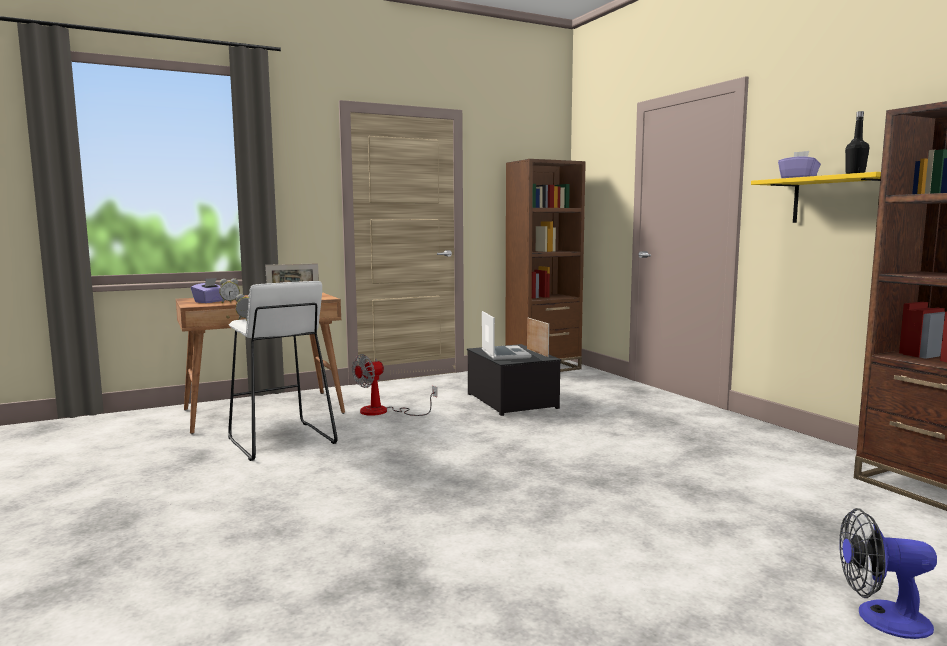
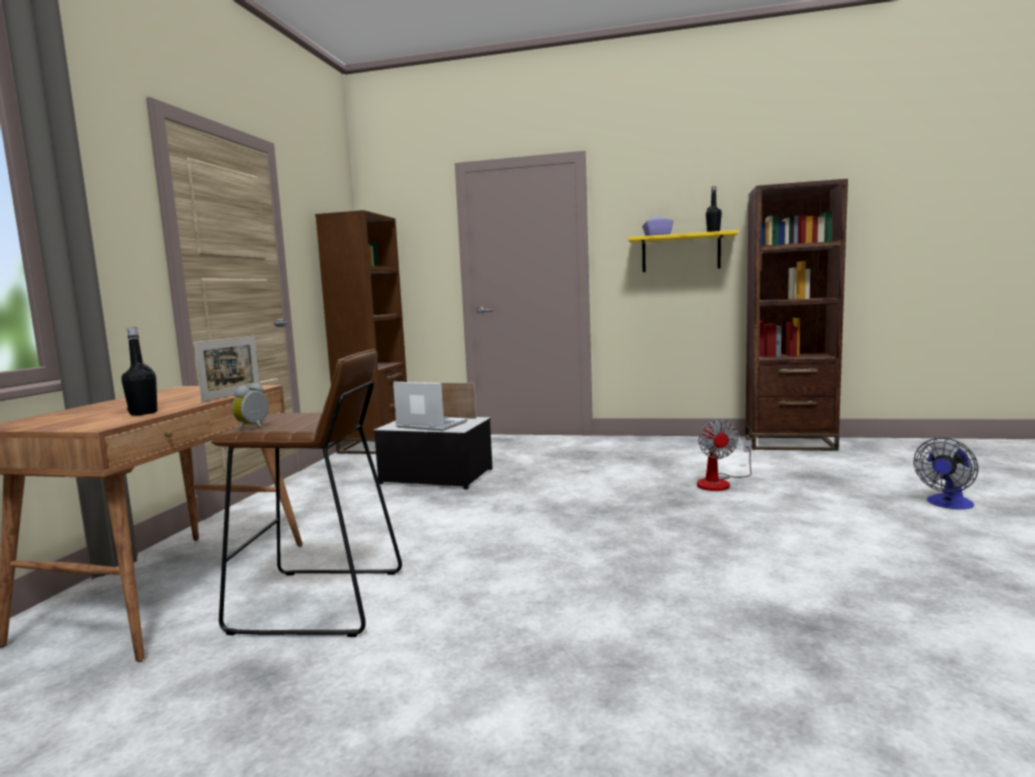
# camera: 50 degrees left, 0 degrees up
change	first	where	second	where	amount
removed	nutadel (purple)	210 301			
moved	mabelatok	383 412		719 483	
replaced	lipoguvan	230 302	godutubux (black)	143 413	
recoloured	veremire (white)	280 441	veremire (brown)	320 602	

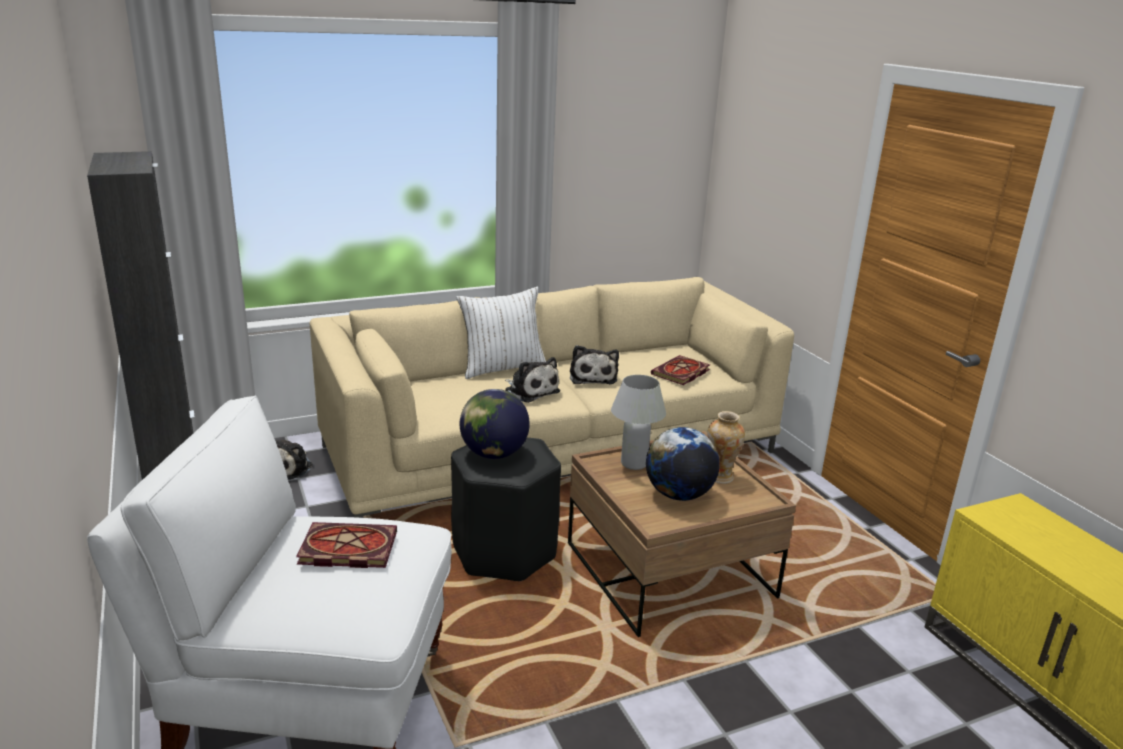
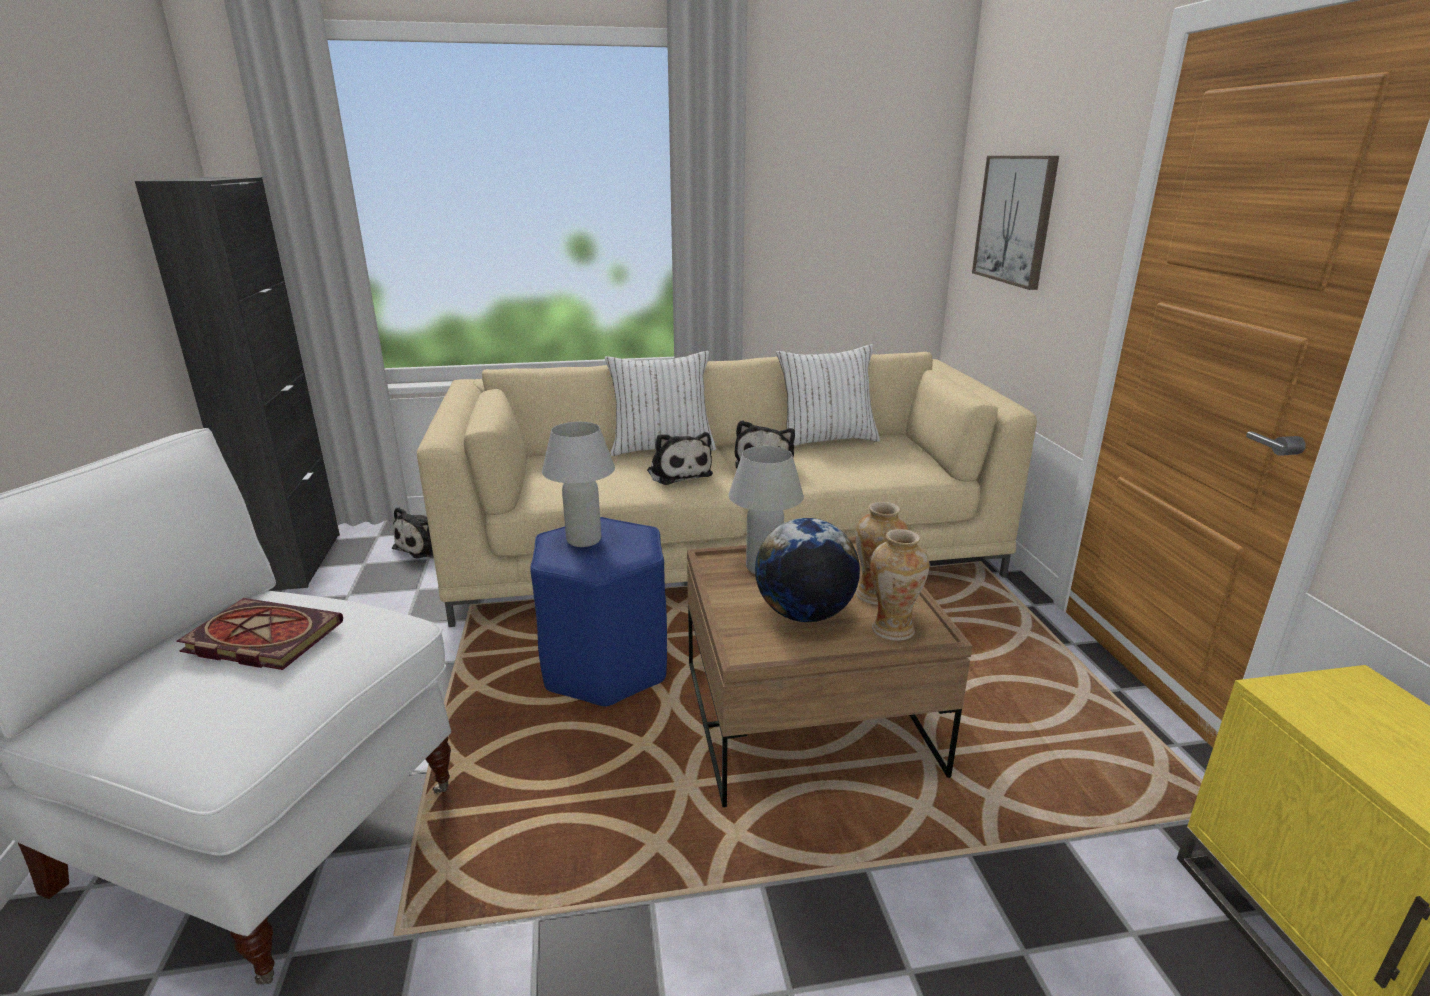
# camera: 15 degrees right, 0 degrees up
change	first	where	second	where	amount
removed	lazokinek	681 373			
added			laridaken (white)	825 440	
added			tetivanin	892 629	
added			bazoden	1015 220	
replaced	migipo	493 454	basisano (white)	584 540	
recoloured	veremire (black)	504 552	veremire (blue)	606 667	

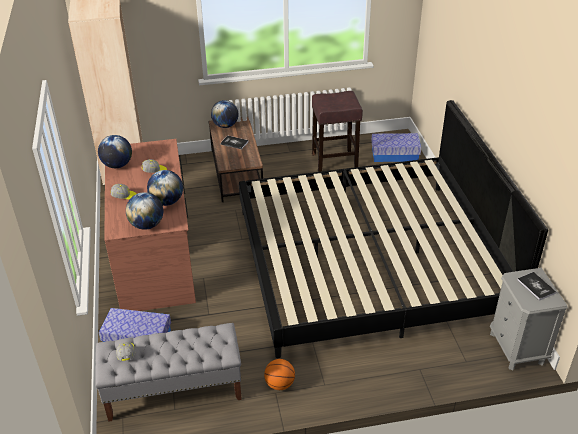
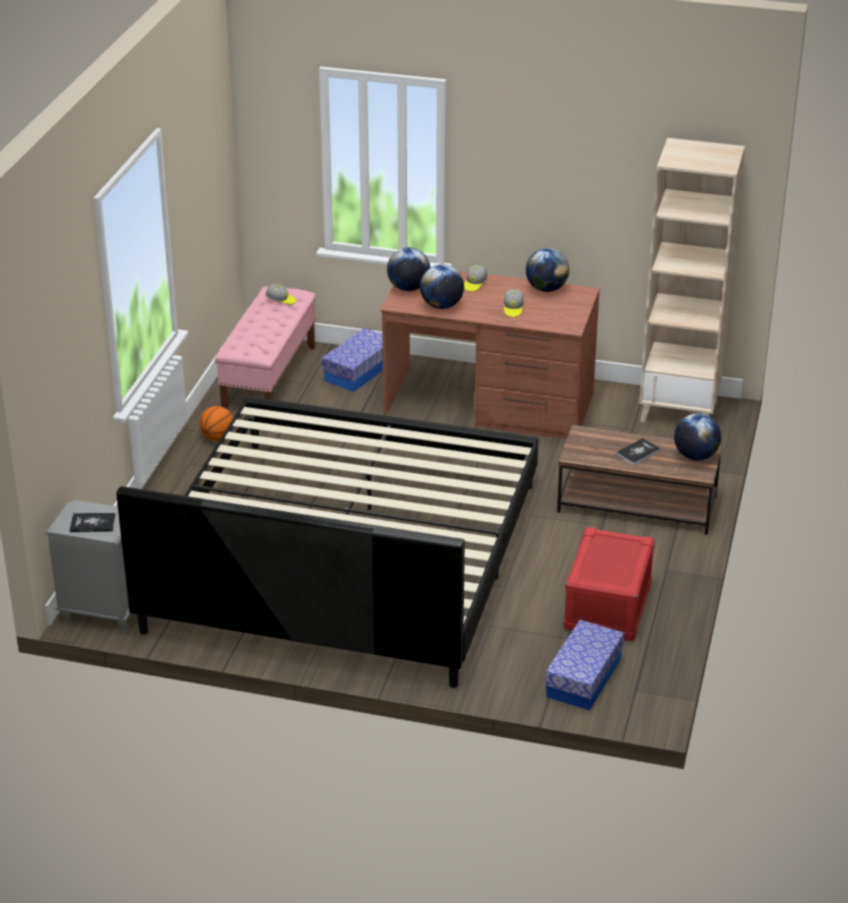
# camera: 115 degrees right, 5 degrees down
change	first	where	second	where	amount
replaced	veremire (brown)	335 160	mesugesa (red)	608 607	
recoloured	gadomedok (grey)	173 391	gadomedok (pink)	269 378	

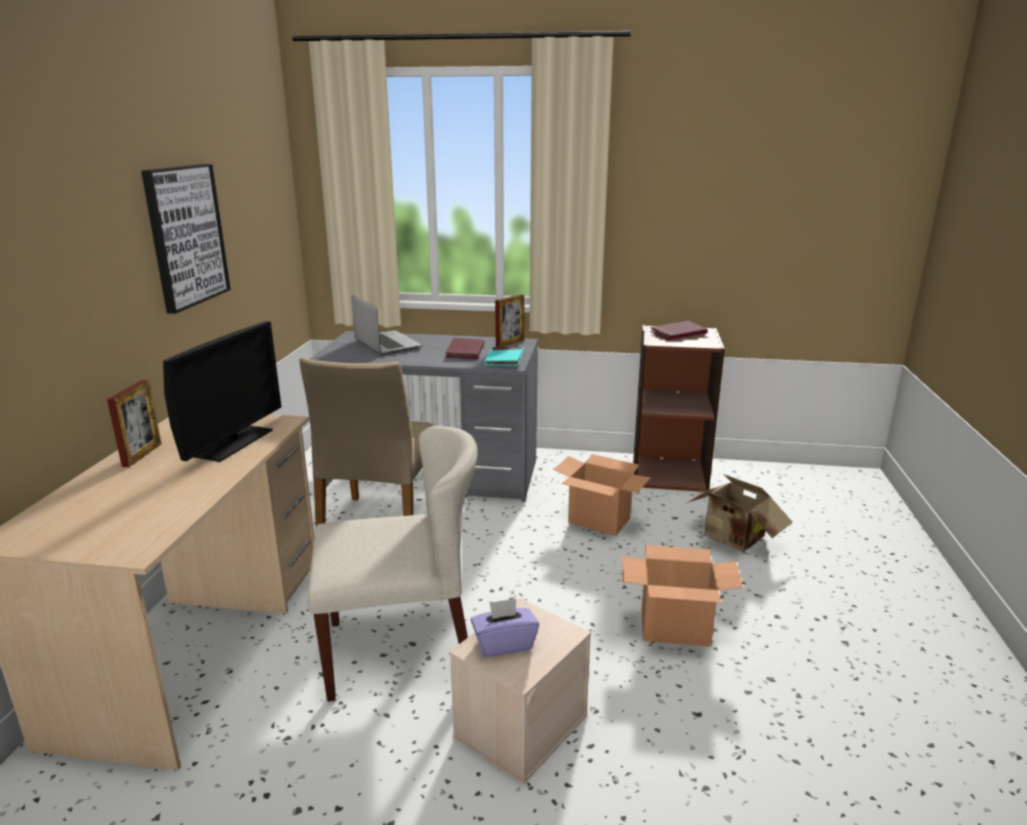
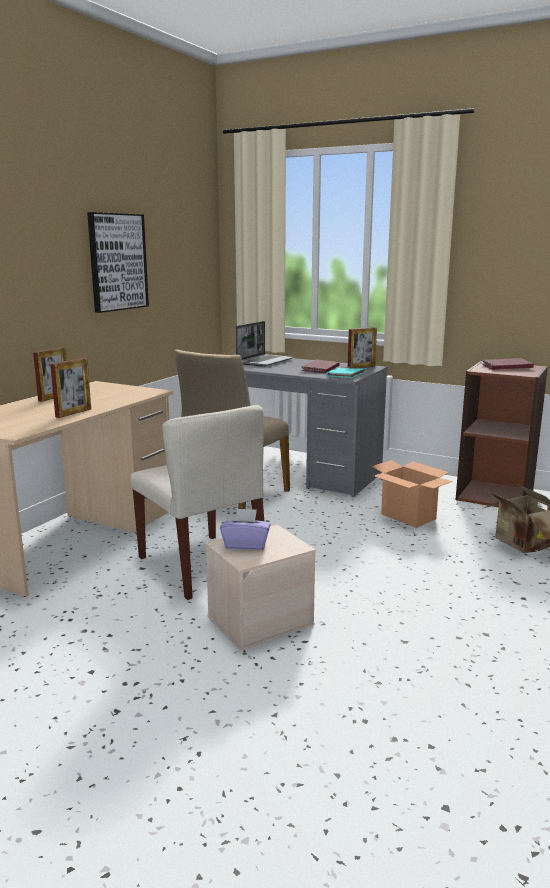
# camera: 20 degrees right, 5 degrees down
change	first	where	second	where	amount
removed	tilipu	232 442			
removed	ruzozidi	674 628			
added			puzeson	73 413	
turned	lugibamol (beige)	401 650		203 565	45 degrees clockwise
turned	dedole	386 344		264 361	45 degrees clockwise

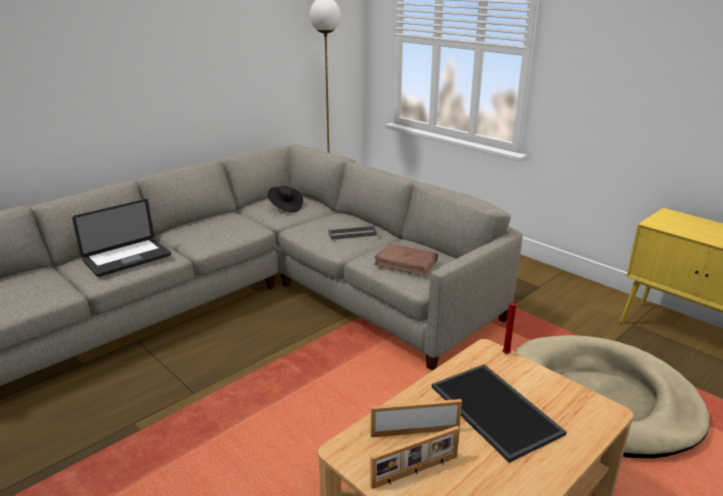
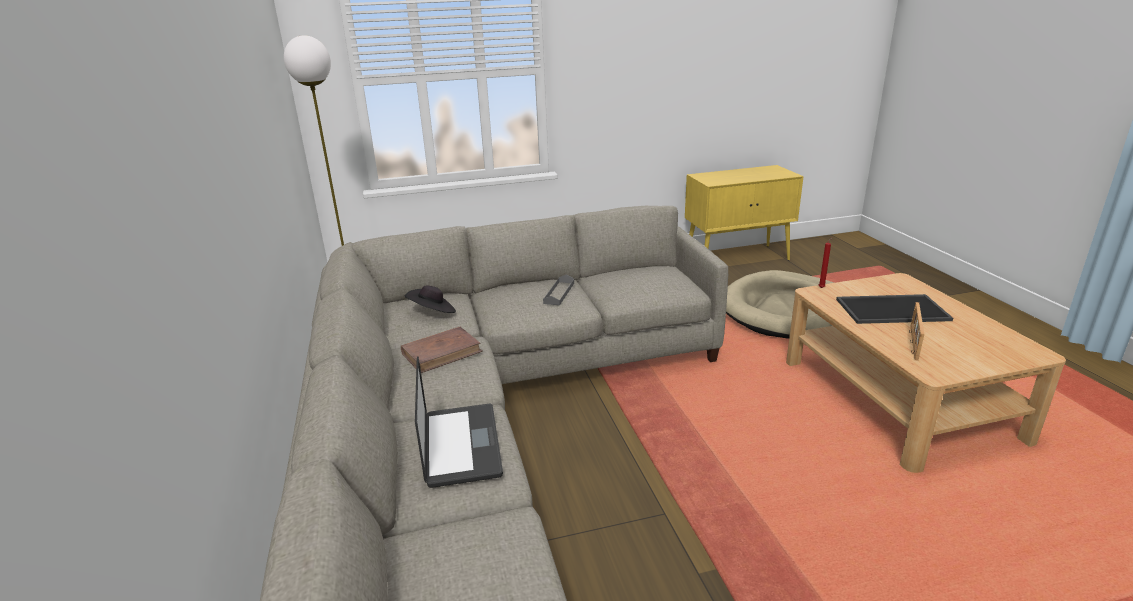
# camera: 60 degrees left, 0 degrees up
change	first	where	second	where	amount
removed	puzeson	415 472			
moved	lazokinek (brown)	406 262		442 353	

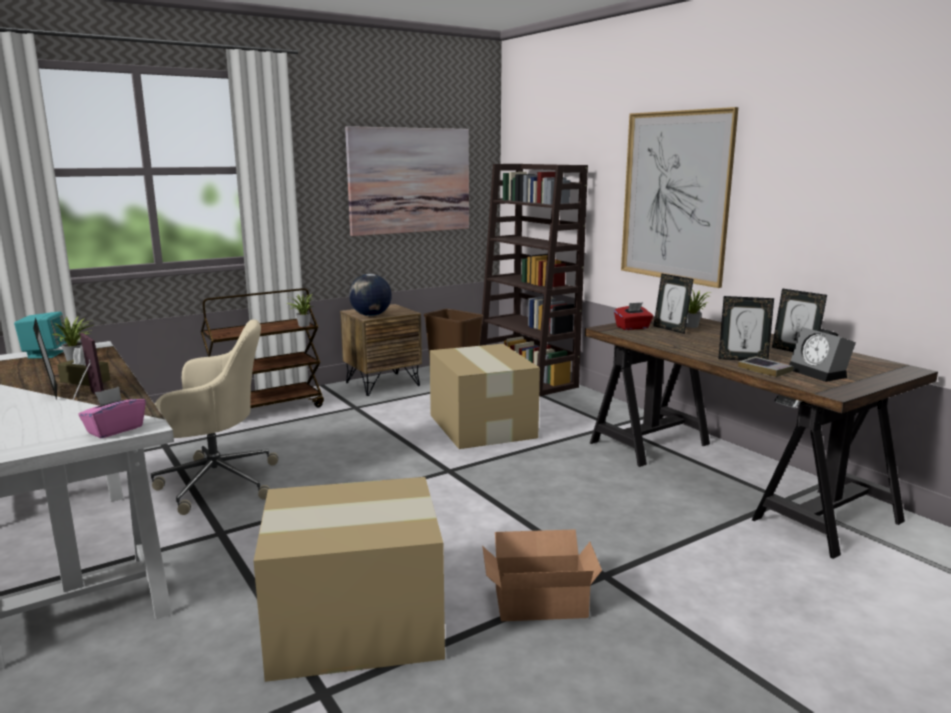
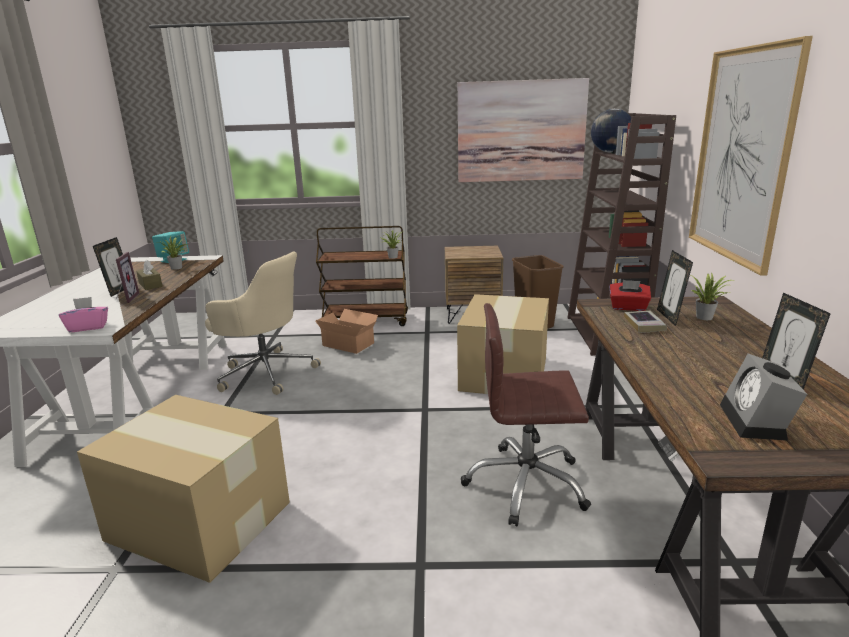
# camera: 35 degrees right, 5 degrees up
change	first	where	second	where	amount
removed	puzeson	742 359			
added			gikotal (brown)	526 484	
moved	migipo	370 315		610 152	
moved	ruzozidi	537 600		348 343	
moved	lazokinek	765 370		644 325	

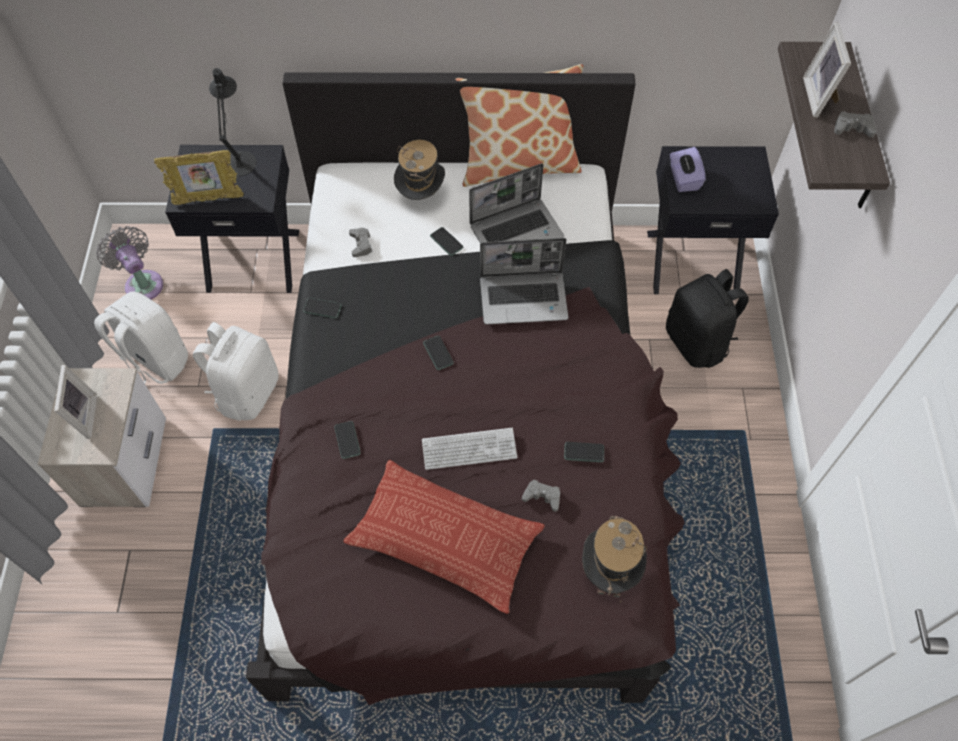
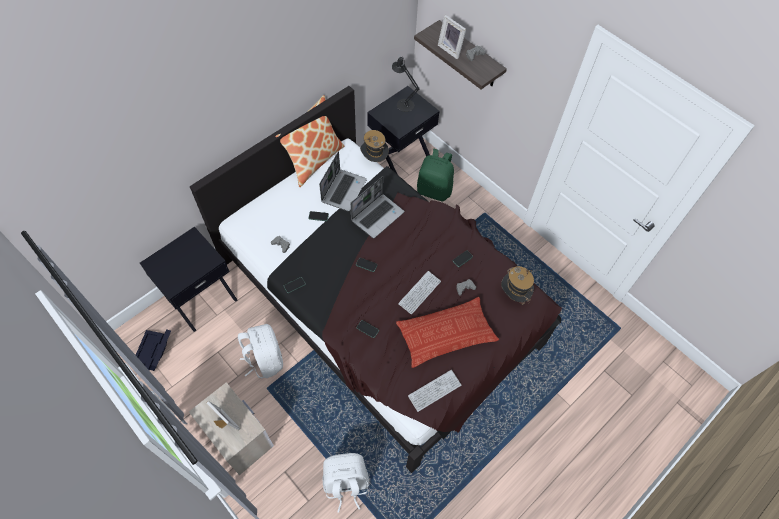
# camera: 45 degrees left, 0 degrees up
change	first	where	second	where	amount
removed	puzeson	208 199			
removed	nutadel (purple)	683 179			
added			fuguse	434 391	
moved	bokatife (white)	155 361		346 484	
moved	basisano (black)	240 159		403 103	
moved	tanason	421 196		374 160	
replaced	mabelatok (grey)	142 283	mesugesa (black)	154 353	
recoloured	bokatife (black)	697 342	bokatife (green)	434 190	

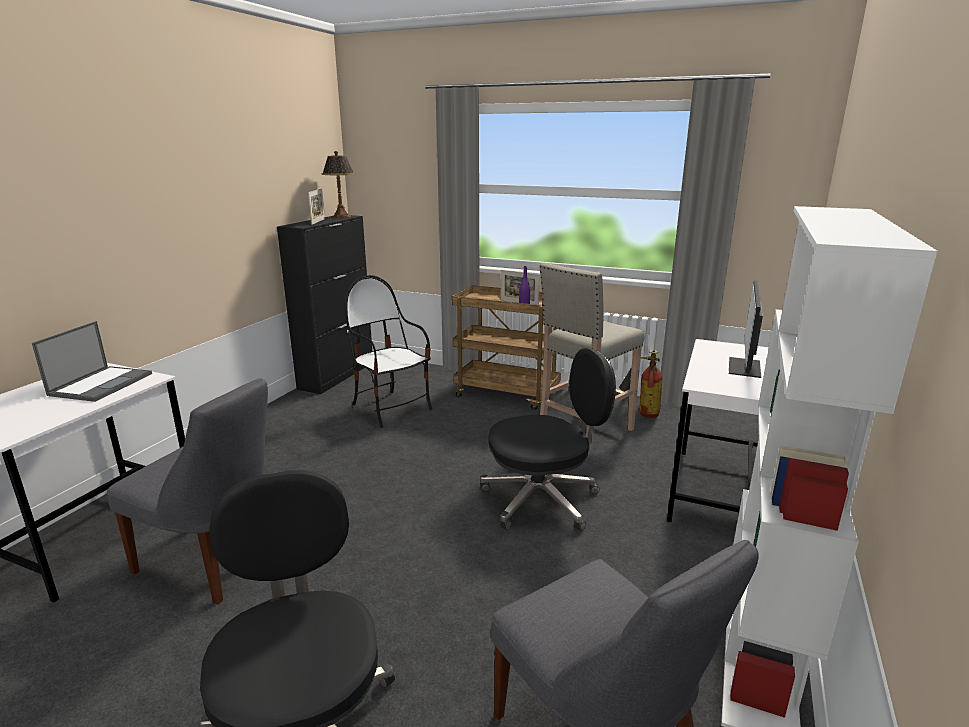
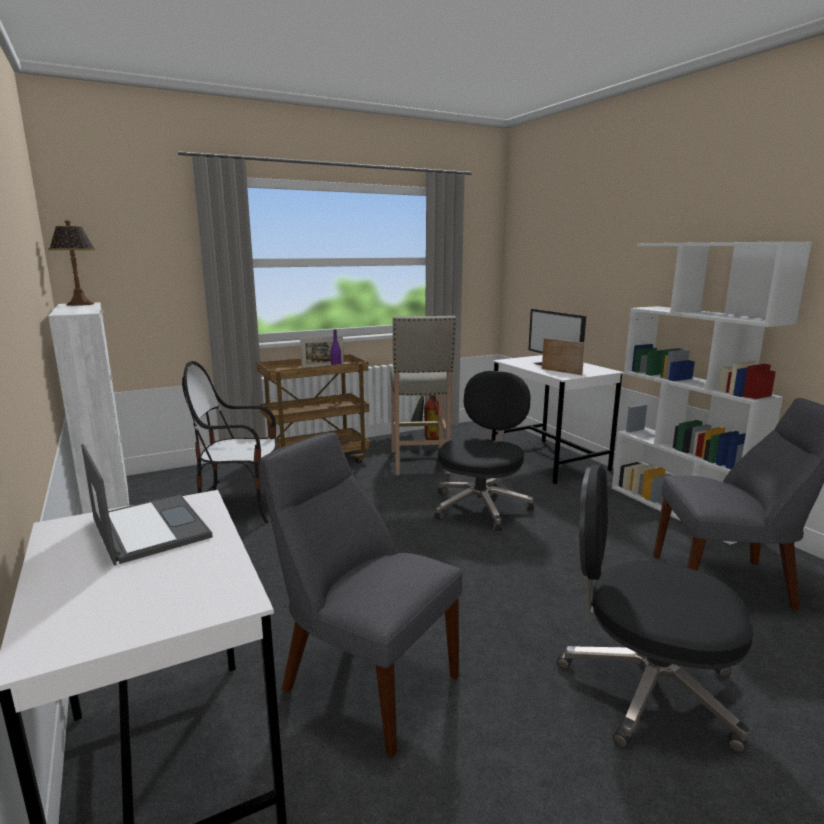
# camera: 50 degrees left, 5 degrees down
change	first	where	second	where	amount
moved	puzeson	318 221		561 372	
recoloured	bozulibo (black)	337 375	bozulibo (white)	109 507	
turned	lugibamol (grey)	216 561		364 680	120 degrees counterclockwise

